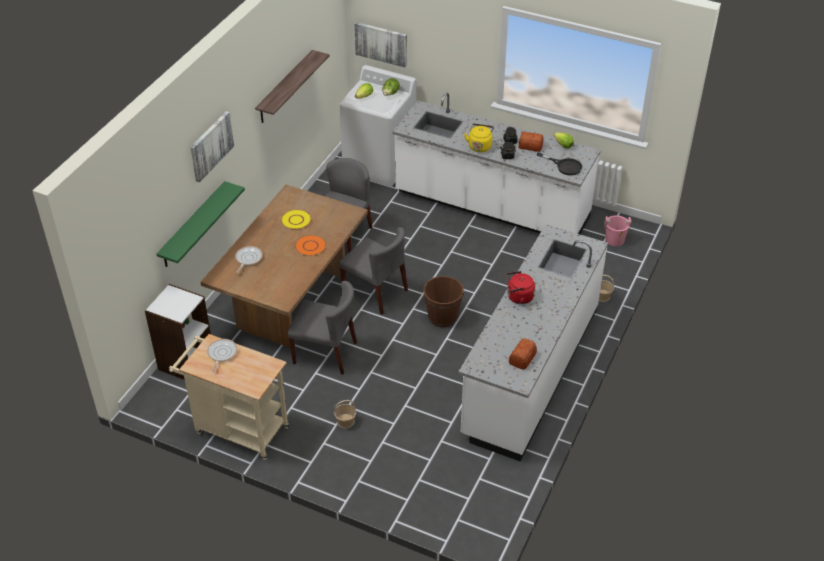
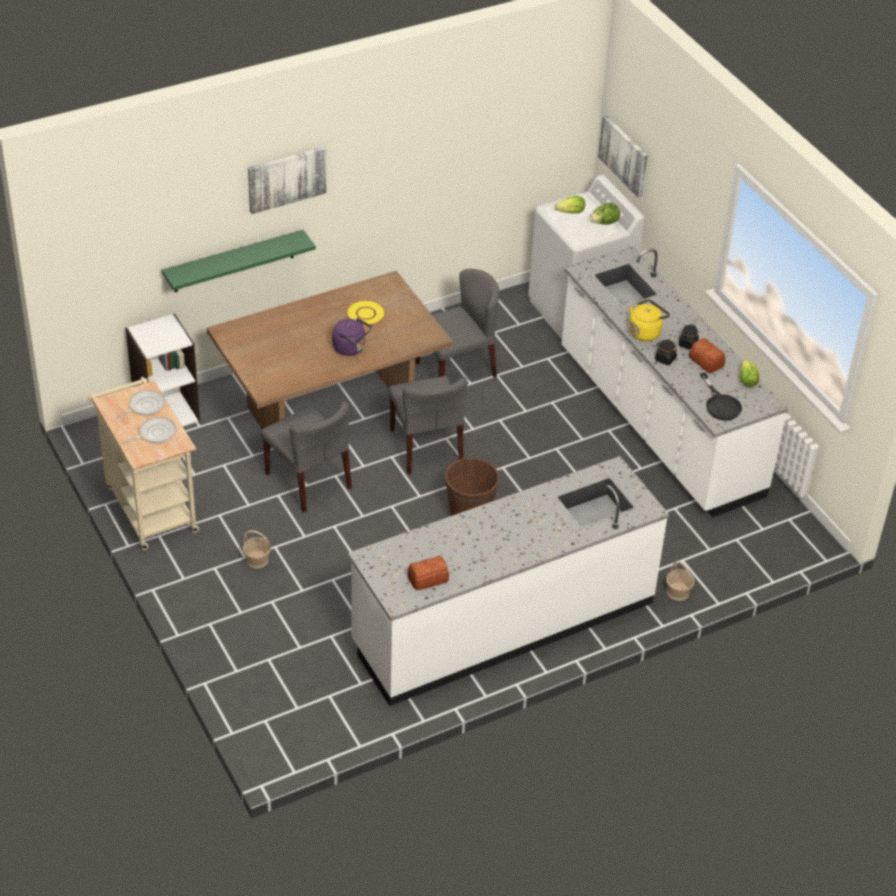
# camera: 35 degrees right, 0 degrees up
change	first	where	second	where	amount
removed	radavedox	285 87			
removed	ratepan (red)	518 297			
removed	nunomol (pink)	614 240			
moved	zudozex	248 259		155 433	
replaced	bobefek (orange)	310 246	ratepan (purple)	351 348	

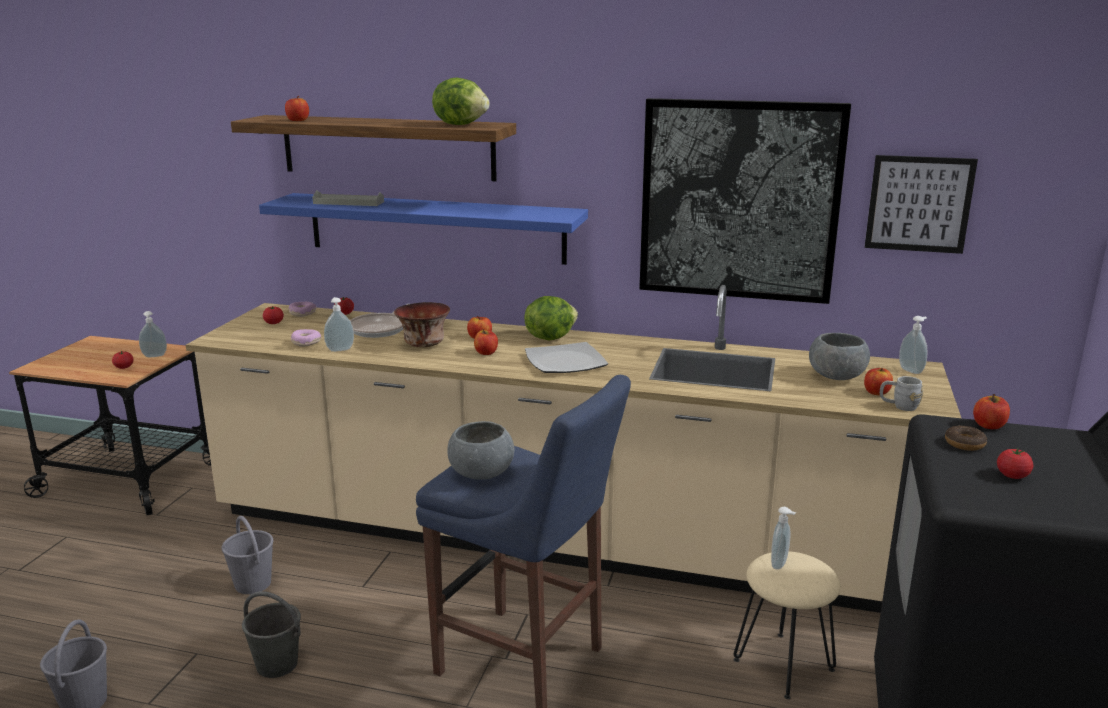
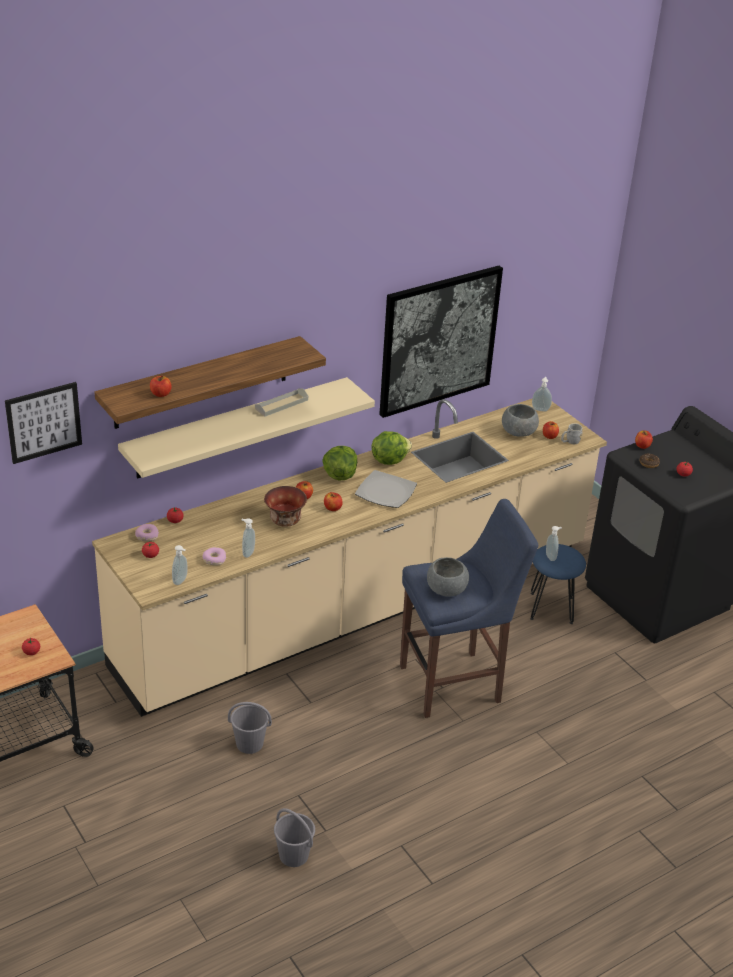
# camera: 50 degrees left, 15 degrees up
change	first	where	second	where	amount
removed	nunomol (grey)	277 665			
removed	zudozex	380 329			
moved	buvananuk	154 356		181 581	
moved	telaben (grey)	348 203		281 404	
moved	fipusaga	461 124		389 460	
moved	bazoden	919 204		43 422	
recoloured	radavedox (blue)	435 228	radavedox (beige)	237 428	
recoloured	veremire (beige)	784 665	veremire (blue)	552 608	

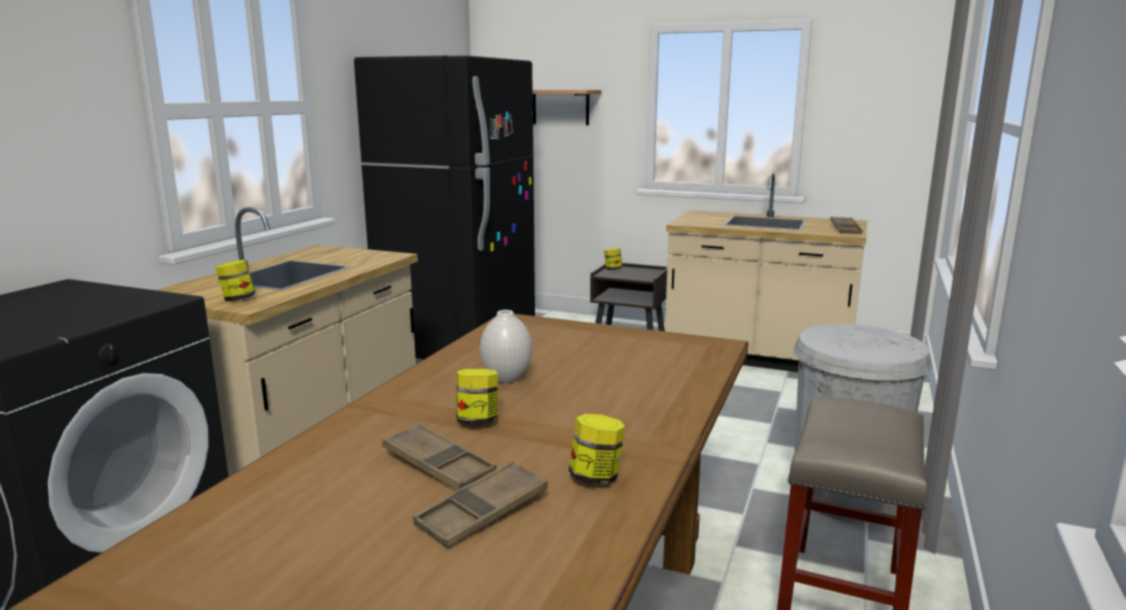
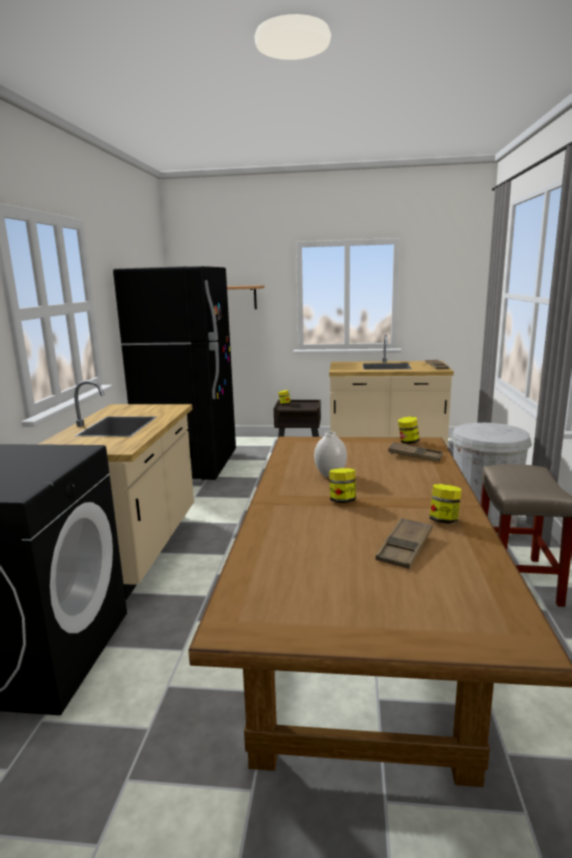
# camera: 15 degrees left, 0 degrees up
change	first	where	second	where	amount
moved	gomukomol	237 299		408 442	
moved	telaben (brown)	438 465		415 456	

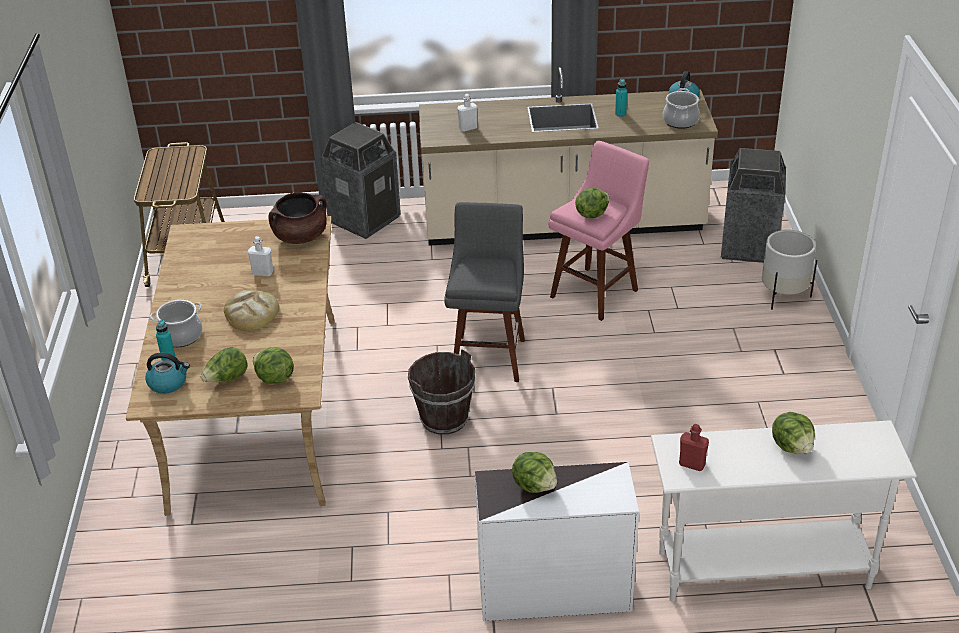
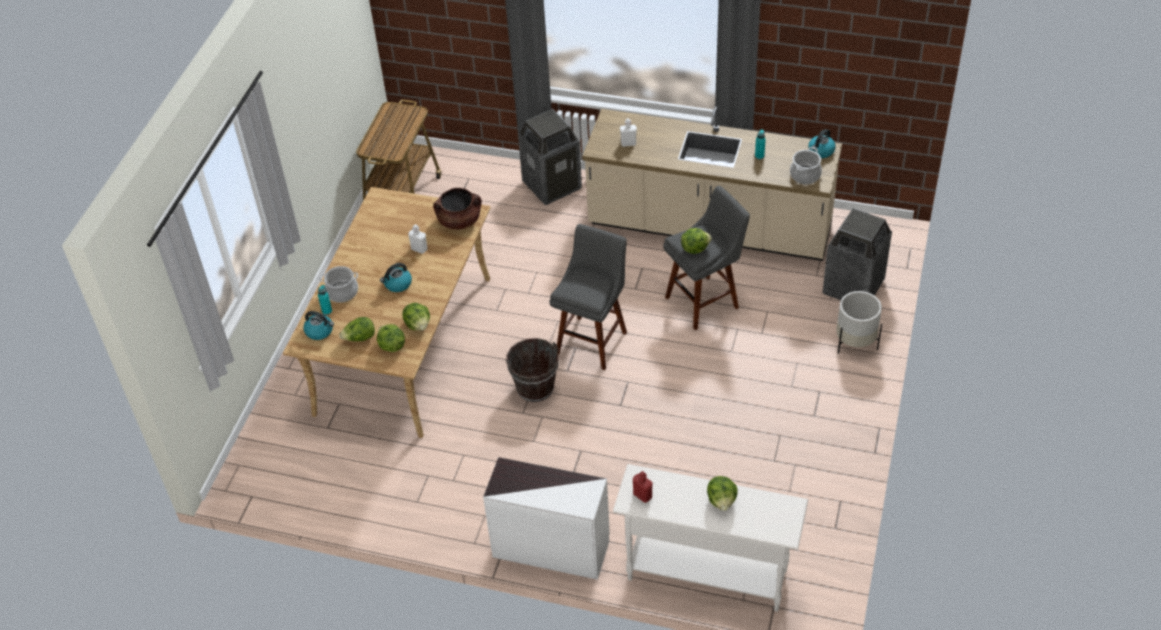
# camera: 20 degrees right, 10 degrees up
change	first	where	second	where	amount
moved	fipusaga	535 485		418 325	
replaced	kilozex	251 313	ratepan	397 284	
recoloured	veremire (pink)	597 291	veremire (grey)	705 301	

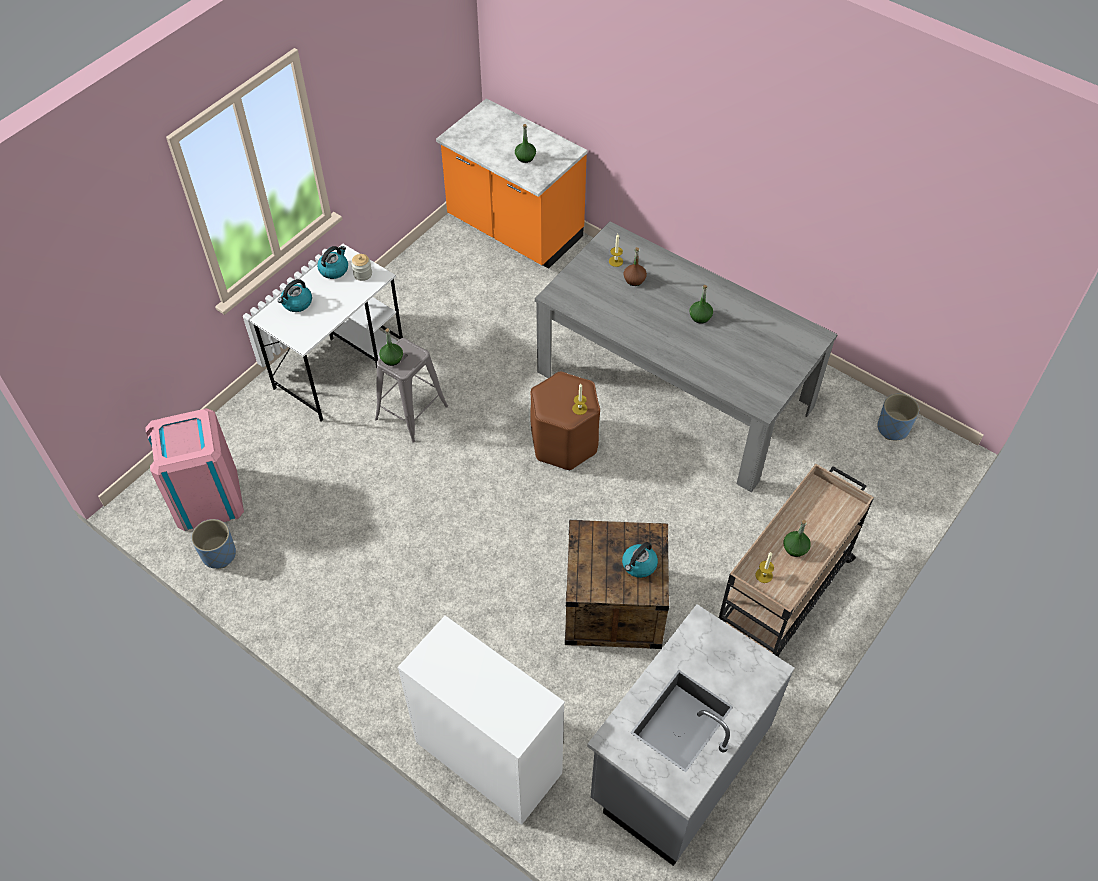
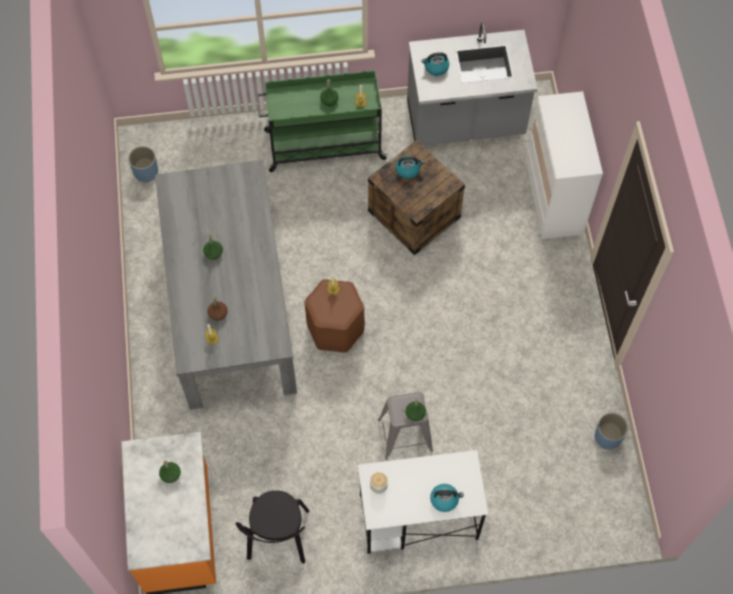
# camera: 135 degrees left, 10 degrees up
change	first	where	second	where	amount
removed	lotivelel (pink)	208 498			
added			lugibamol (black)	278 538	
moved	ratepan	334 269		436 68	
recoloured	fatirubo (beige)	783 597	fatirubo (green)	323 145	

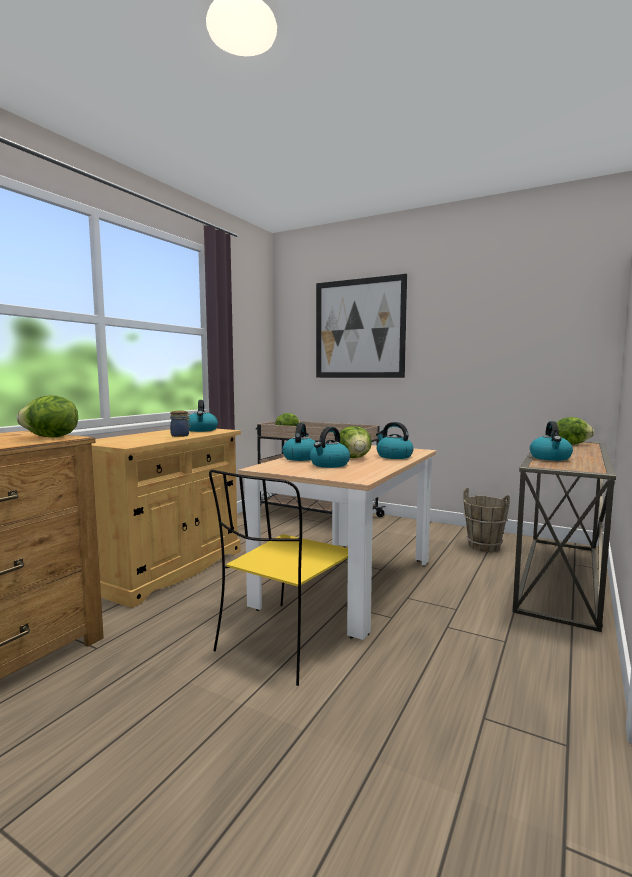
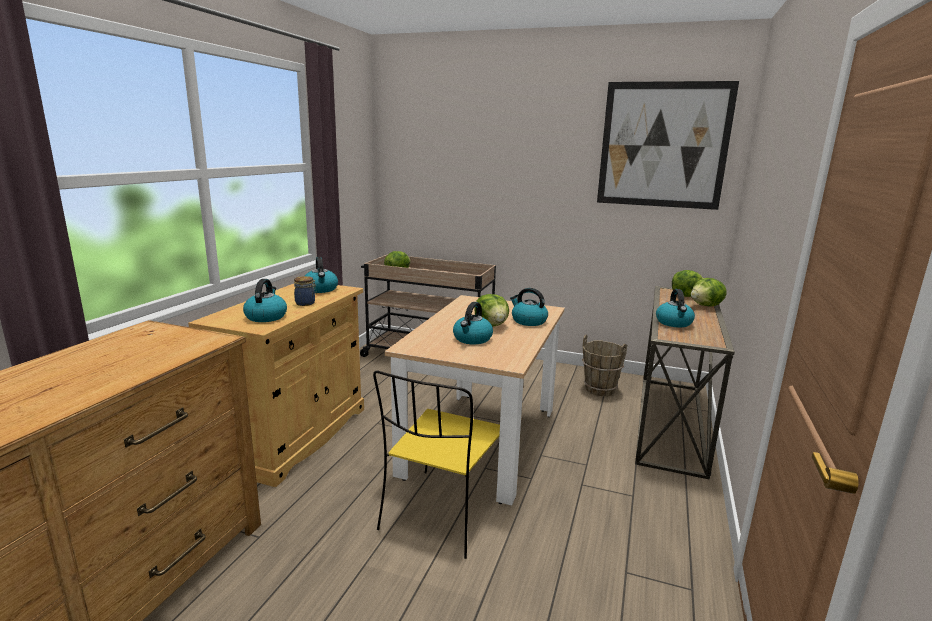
# camera: 10 degrees left, 10 degrees up
change	first	where	second	where	amount
moved	fipusaga	51 437		706 306	
moved	ratepan	301 458		266 317	
moved	bazoden	359 329		663 145	

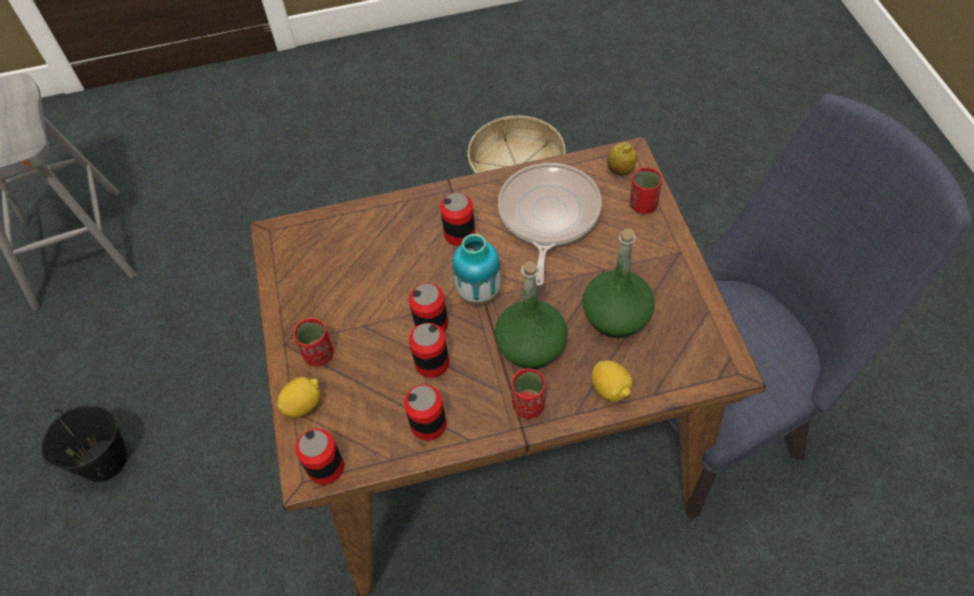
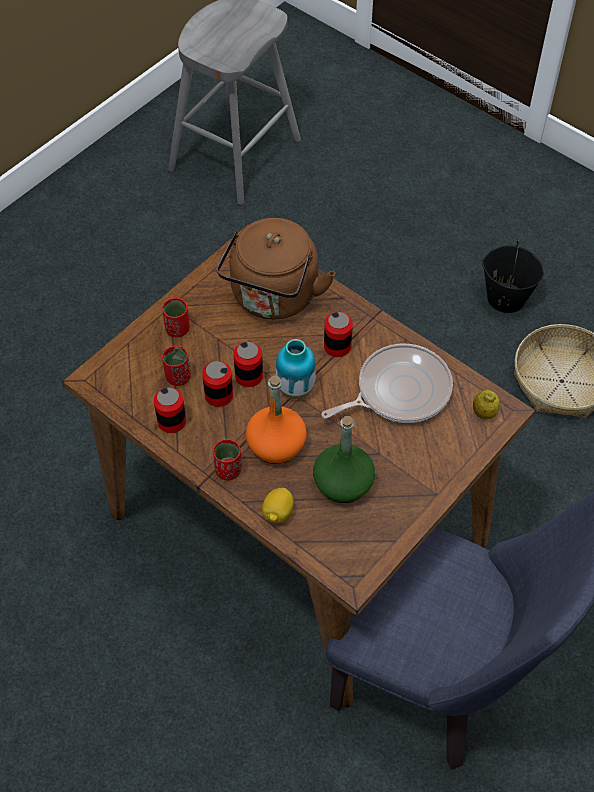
# camera: 50 degrees right, 0 degrees up
change	first	where	second	where	amount
removed	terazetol	303 405			
removed	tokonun	326 467			
added			ratepan (brown)	273 298	
moved	nunomol (black)	103 461		505 298	
moved	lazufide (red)	643 205		178 377	
recoloured	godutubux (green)	531 346	godutubux (orange)	276 445	

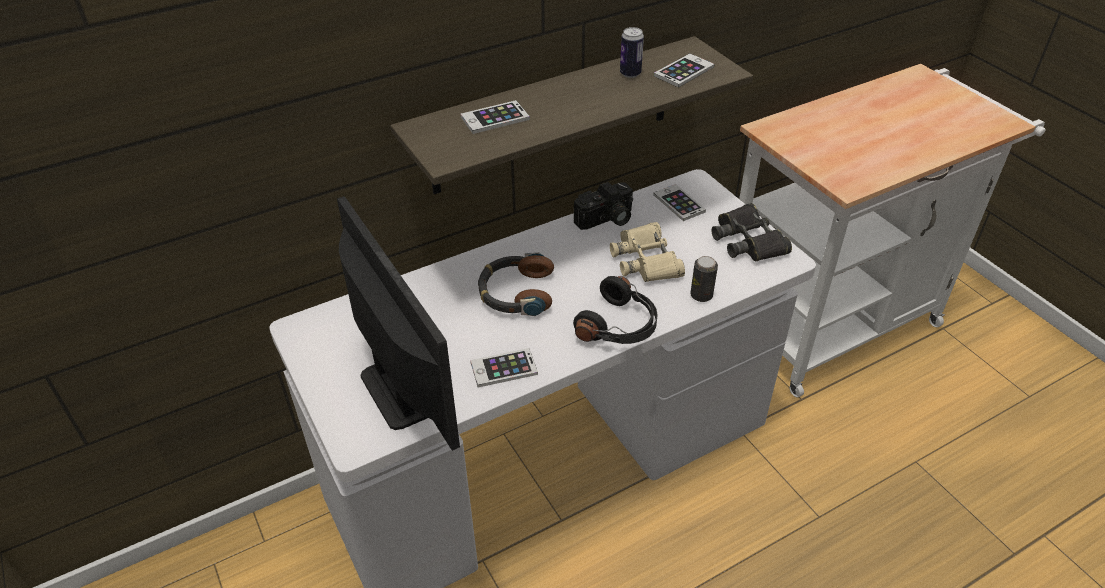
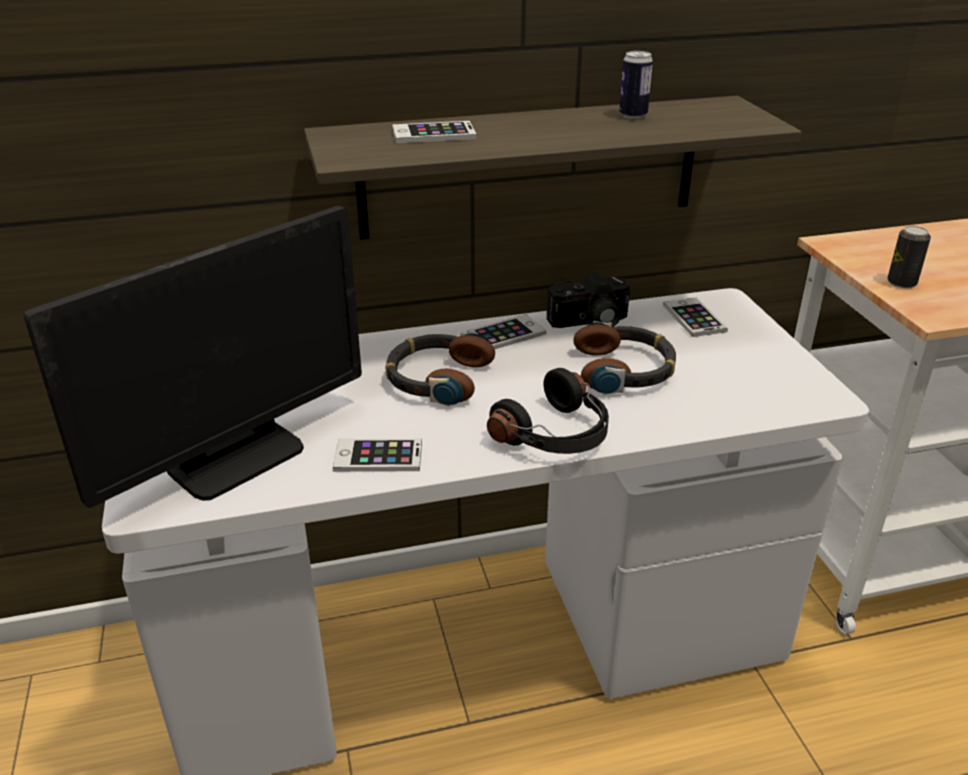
# camera: 15 degrees right, 10 degrees down
change	first	where	second	where	amount
removed	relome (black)	748 240			
moved	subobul	684 71		506 334	
moved	tokonun	701 295		901 283	
replaced	relome (beige)	646 260	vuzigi	624 370	
turned	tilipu	401 390		235 457	60 degrees clockwise

